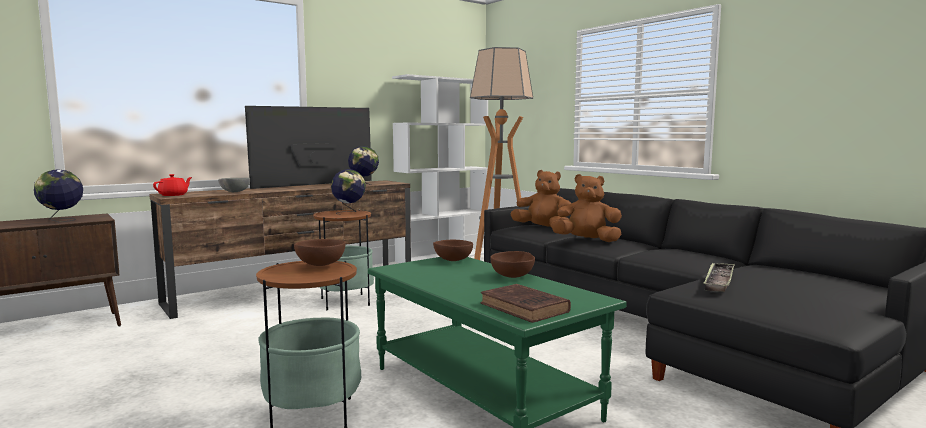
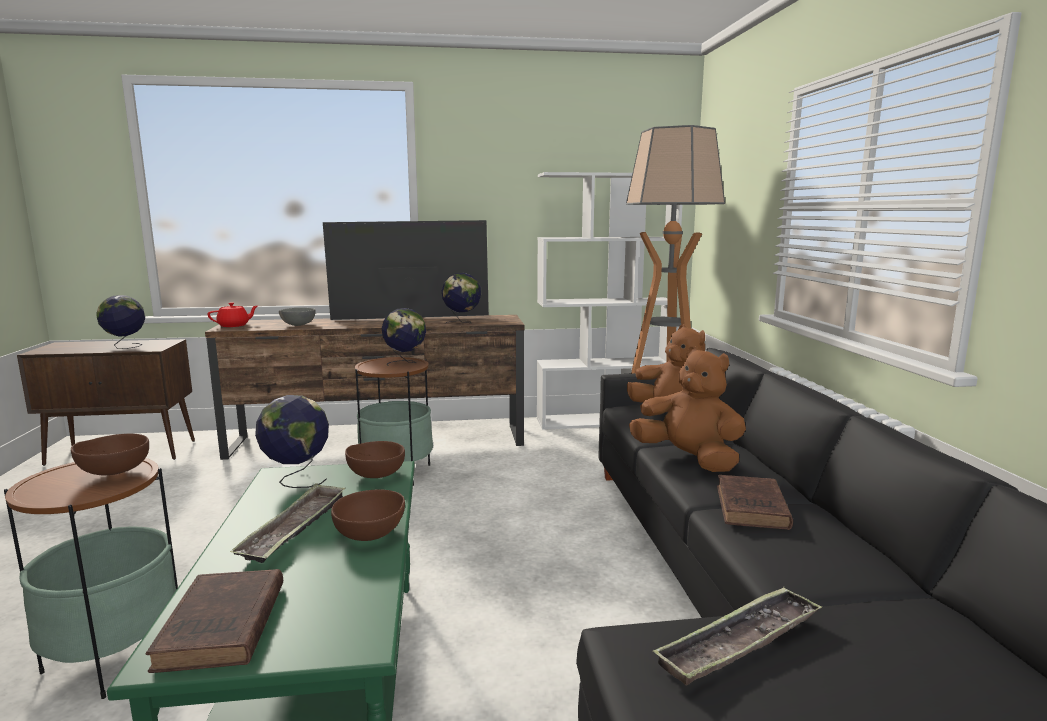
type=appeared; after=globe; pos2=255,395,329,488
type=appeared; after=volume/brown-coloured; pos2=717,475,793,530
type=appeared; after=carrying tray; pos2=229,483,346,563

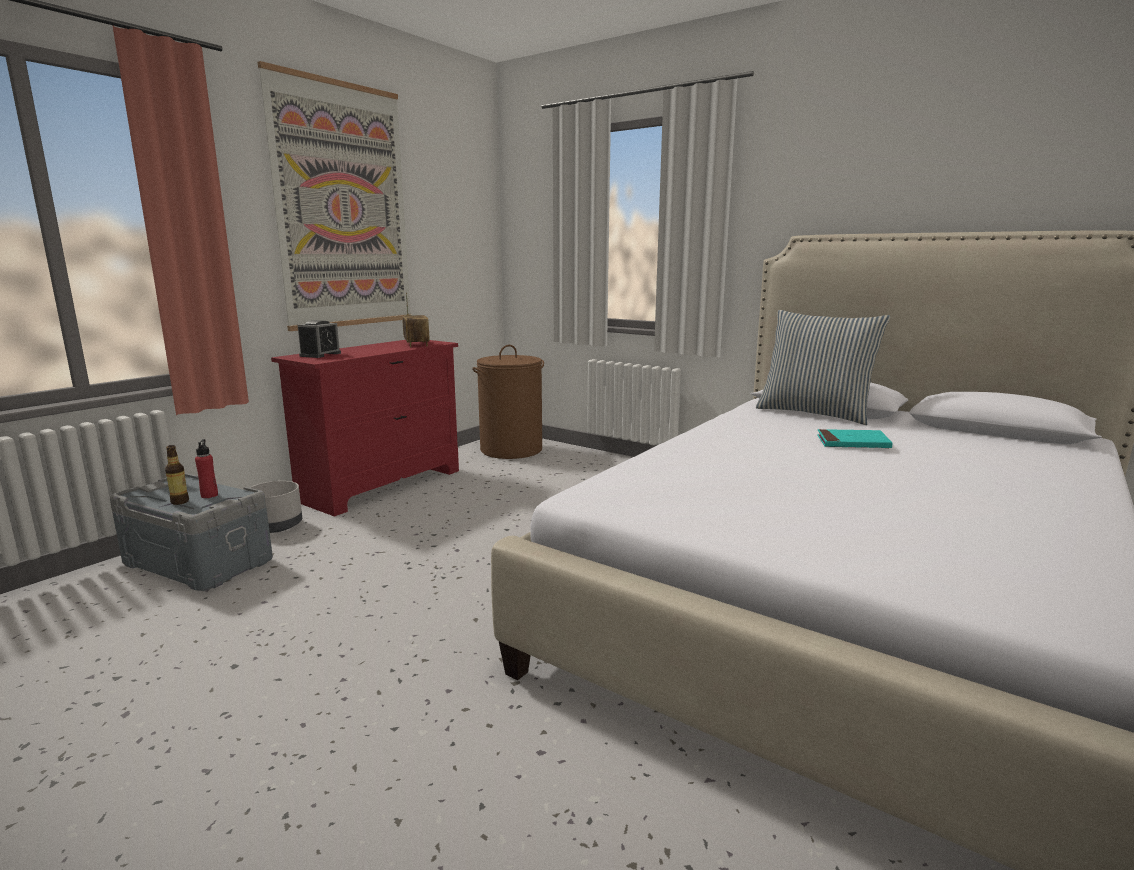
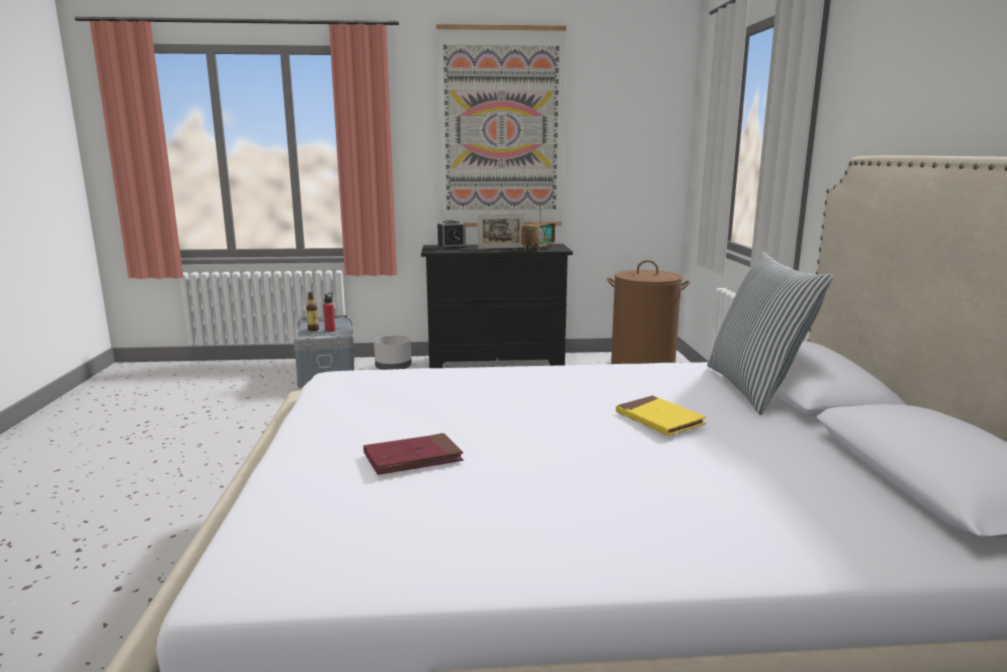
type=colour; before=chest of drawers/red-coloured; after=chest of drawers/blackish; pos1=271,340,459,517; pos2=421,244,573,368
type=colour; before=volume/turquoise-coloured; after=volume/yellowish; pos1=817,429,893,448; pos2=616,395,706,436
type=appeared; after=standing frame; pos2=477,213,524,249
type=appeared; after=volume/red-coloured; pos2=364,433,463,475

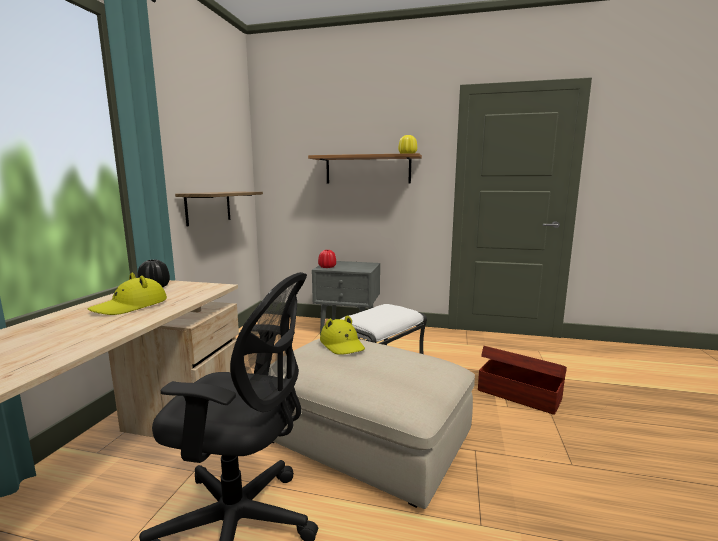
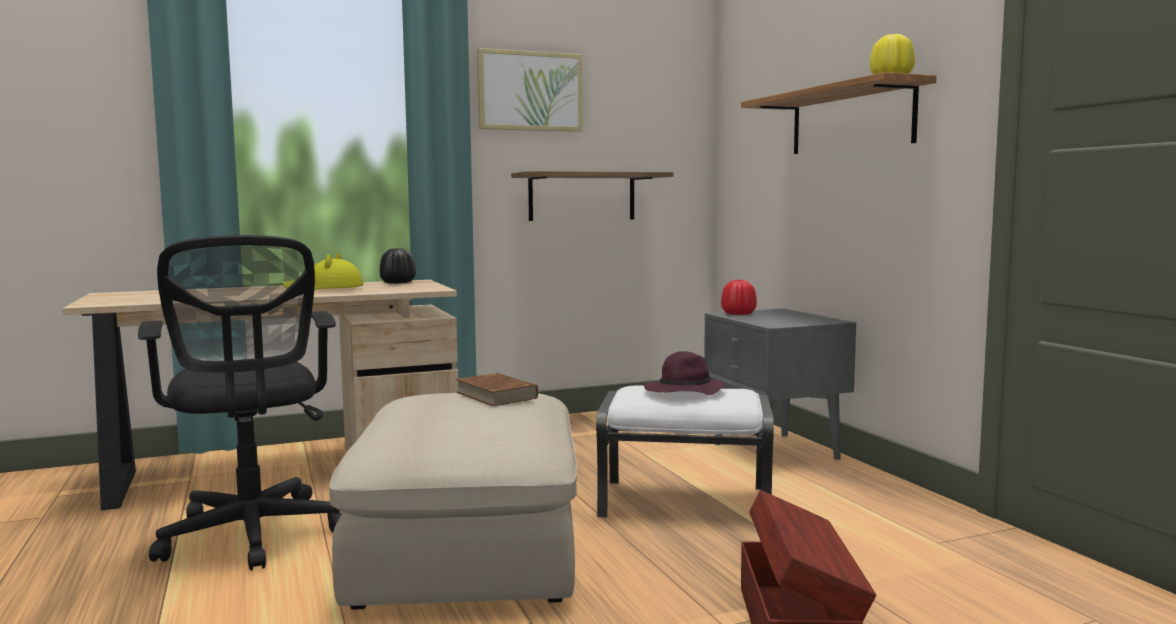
type=exchanged; before=clothing hat/yellowish; after=volume/brown-coloured; pos1=320,315,365,355; pos2=456,373,538,406
type=appeared; after=wall picture; pos2=477,48,582,132
type=appeared; after=clothing hat/purplish; pos2=644,351,726,395

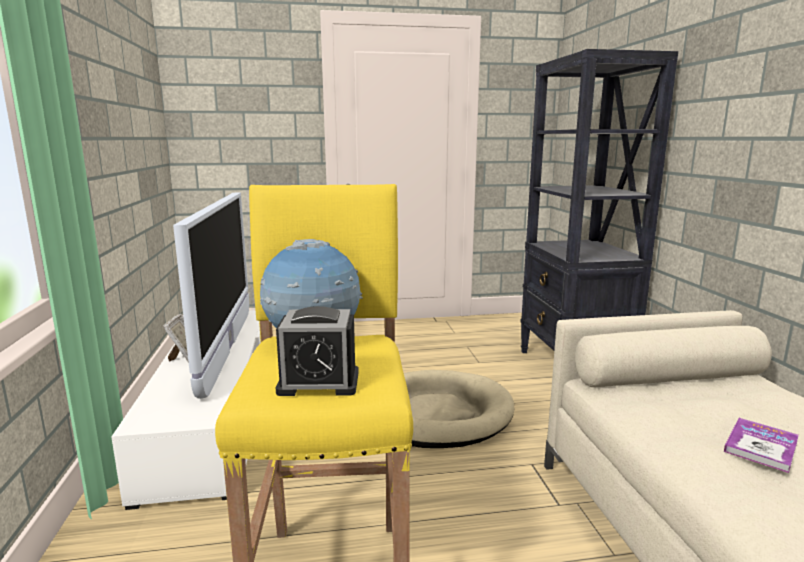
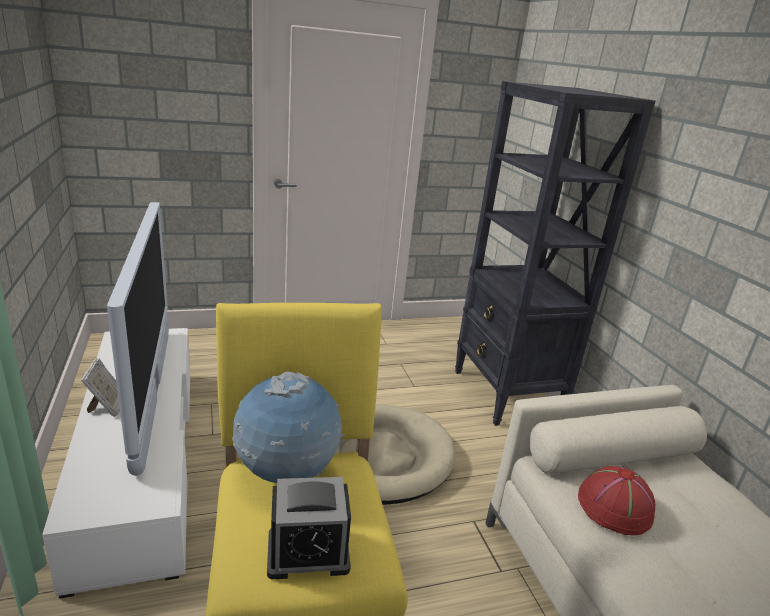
type=missing; before=volume; pos1=724,418,799,473
type=appeared; after=clothing hat/red-coloured; pos2=578,466,655,536

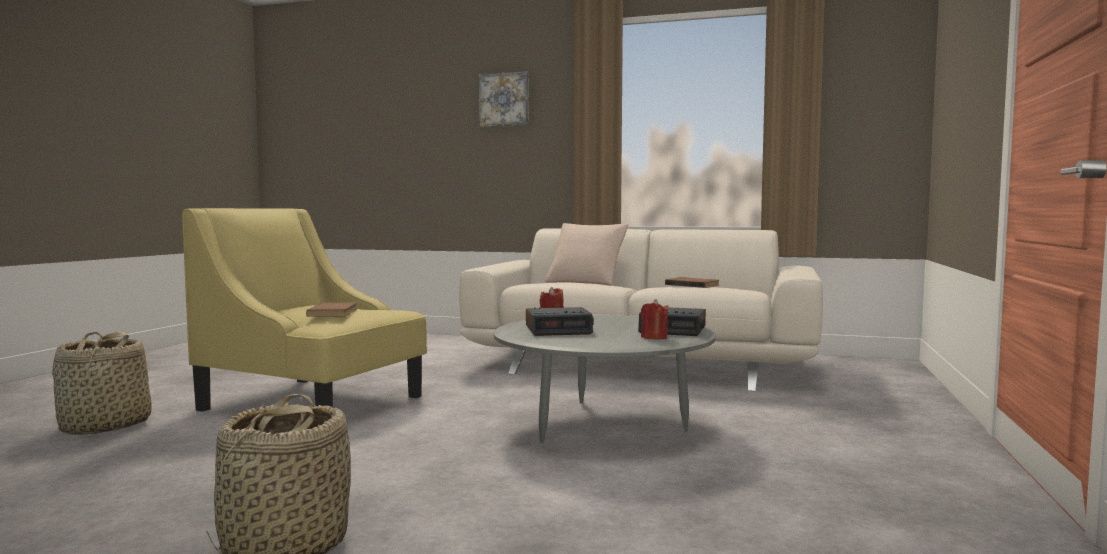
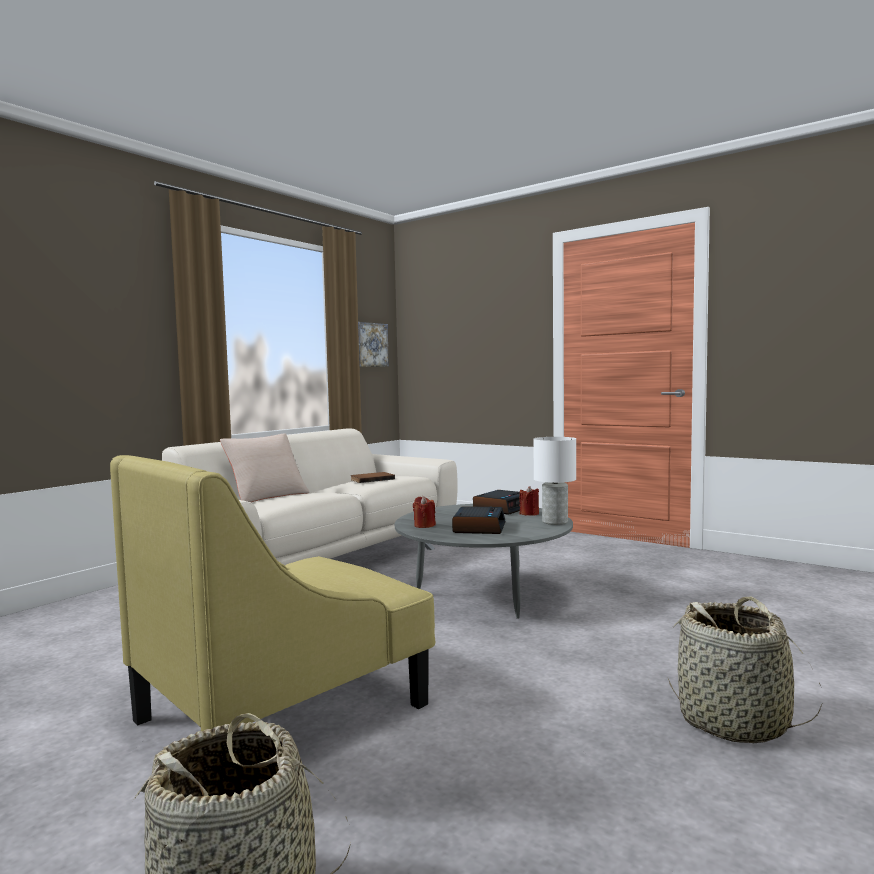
type=relocated; before=wall picture; pos1=479,71,529,127; pos2=358,322,389,367
type=missing; before=volume/brown-coloured; pos1=306,302,357,317
type=appeared; after=table lamp/whitish; pos2=533,437,576,525

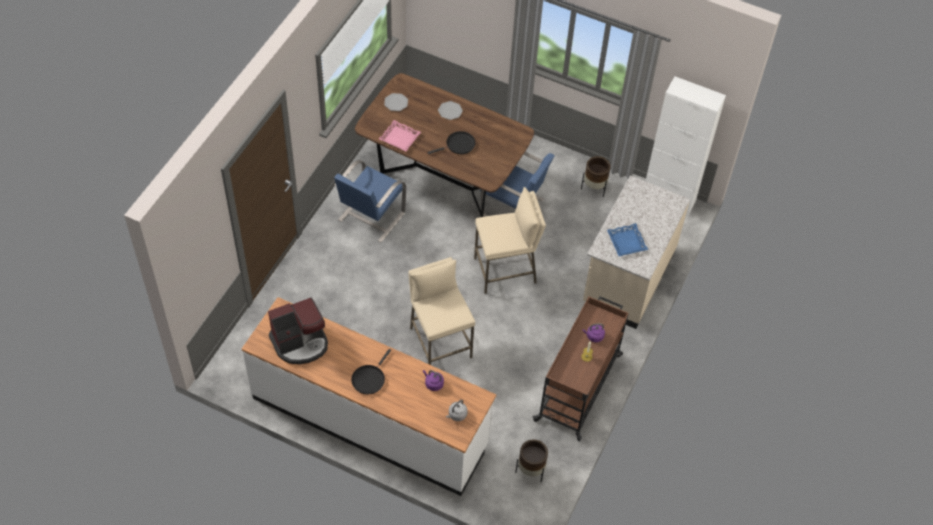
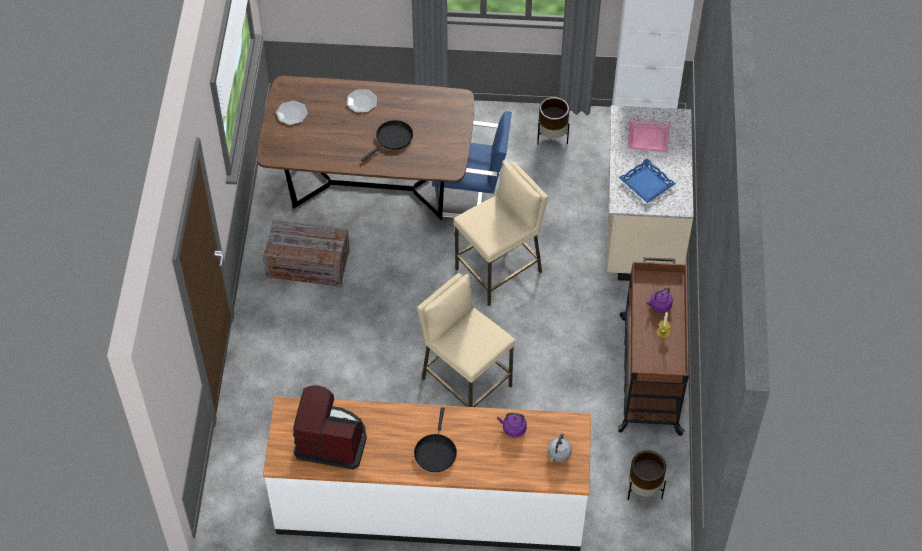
type=relocated; before=carrying tray/pinkish; pos1=379,120,421,151; pos2=627,119,670,152
type=exchanged; before=plain chair/blue; after=shipping crate; pos1=334,160,406,242; pos2=263,220,350,288
type=spun; before=coffee maker; pos1=268,297,328,364; pos2=293,385,367,469; turn=-120

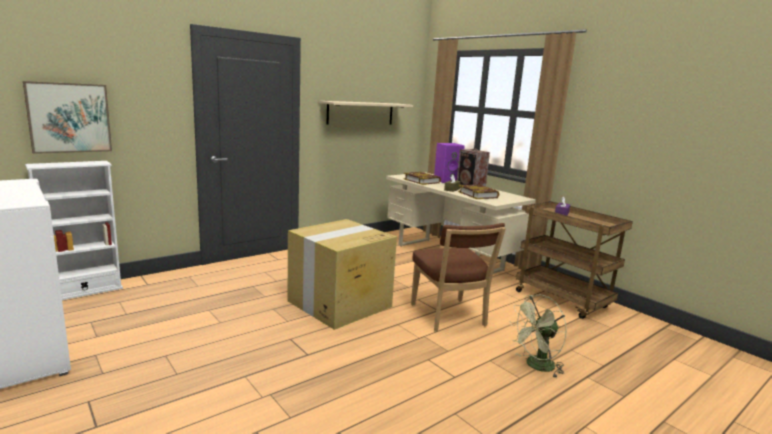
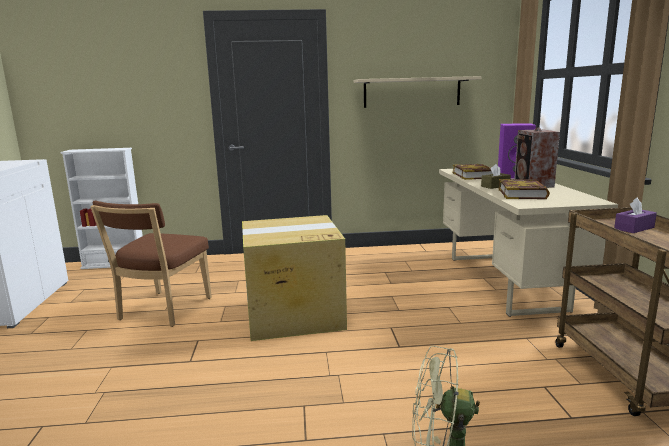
type=missing; before=wall picture; pos1=23,81,112,154
type=relocated; before=plain chair/brown-coloured; pos1=411,223,506,332; pos2=90,201,212,327

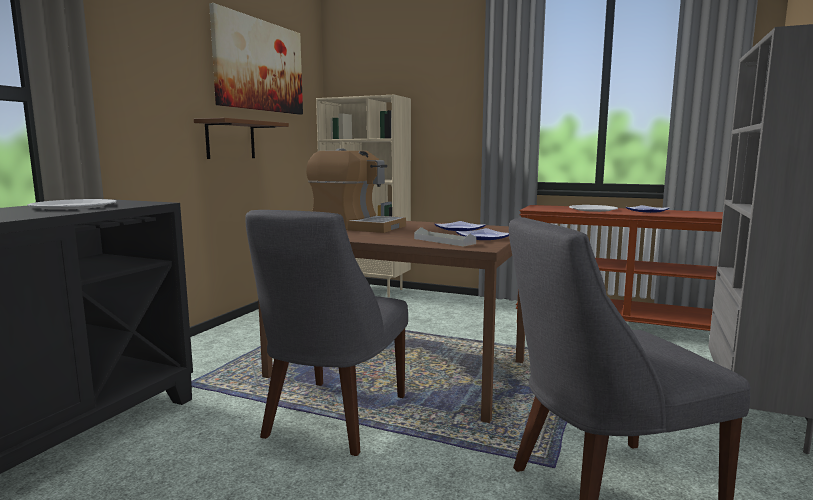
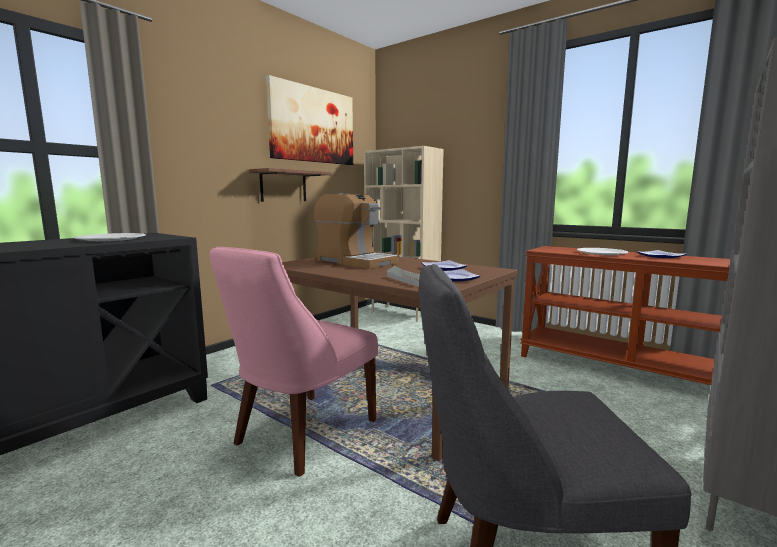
type=colour; before=plain chair/gray; after=plain chair/pinkish; pos1=245,210,408,456; pos2=210,247,378,477

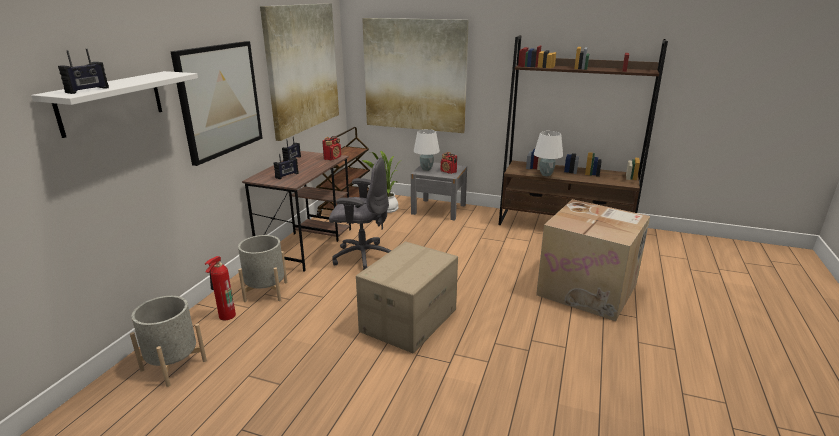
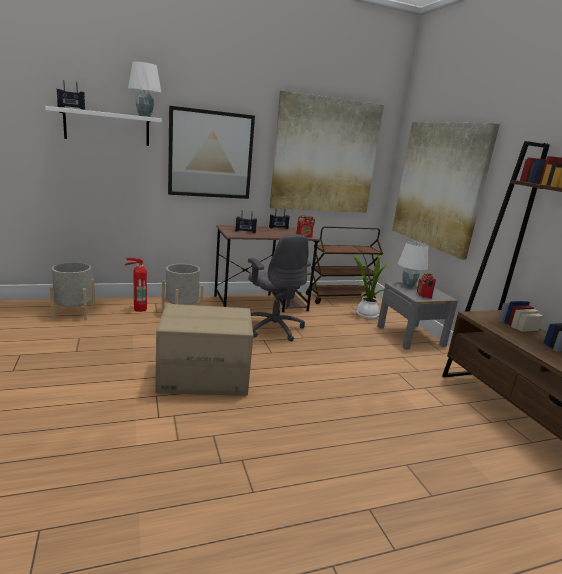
type=relocated; before=table lamp/whitish; pos1=534,131,563,176; pos2=128,62,162,117
type=missing; before=carton; pos1=536,199,650,321

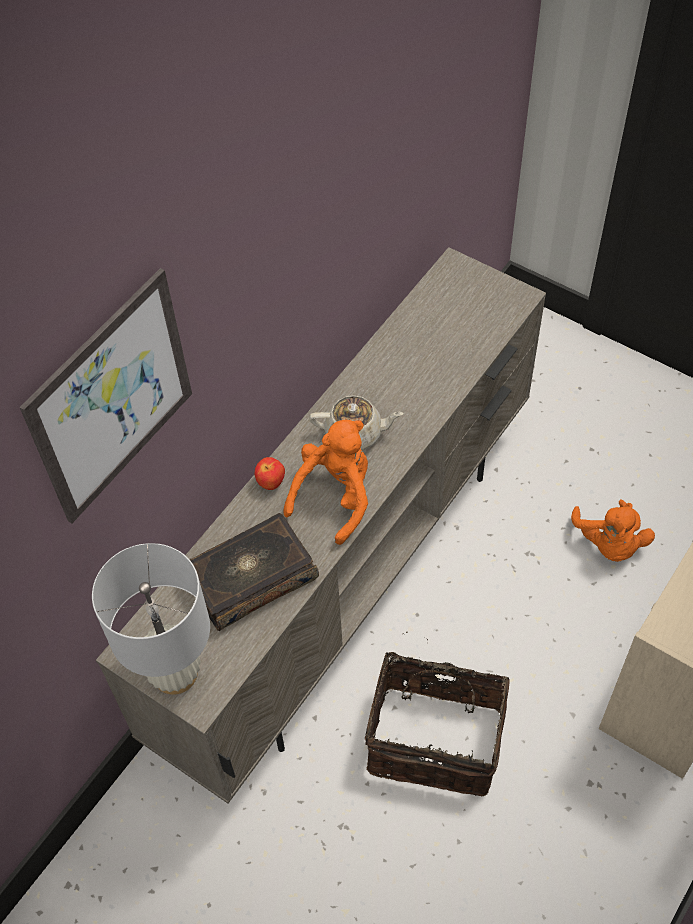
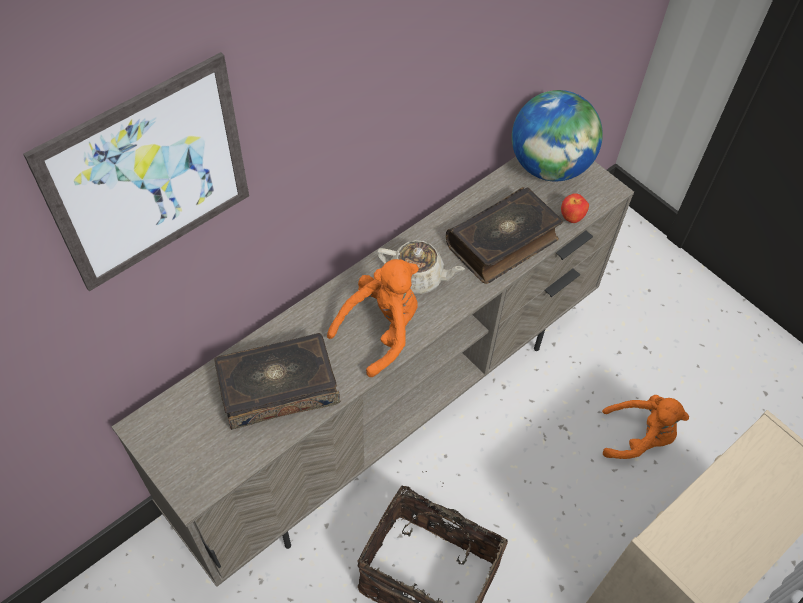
type=relocated; before=apple; pos1=255,457,285,490; pos2=561,193,589,223
type=spun; before=soft toy/orange-coloured; pos1=571,499,655,562; pos2=602,395,689,459; turn=-90
type=missing; before=table lamp/whitish; pos1=92,543,210,695
type=appeared; after=globe; pos2=512,90,603,181
type=appeared; after=volume; pos2=446,187,563,284

